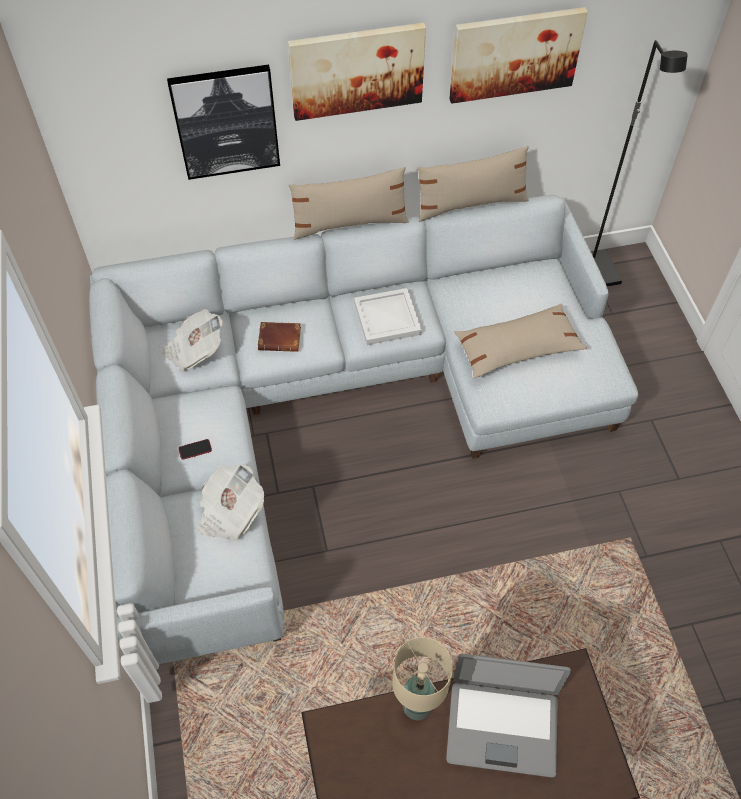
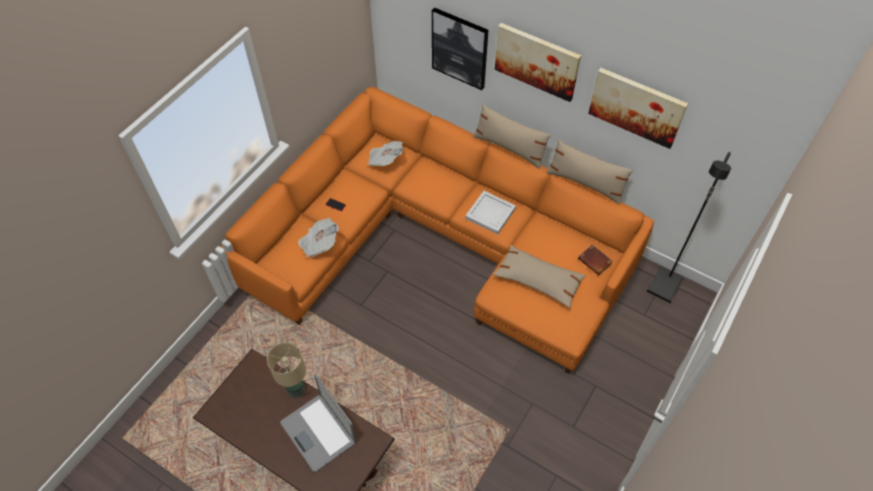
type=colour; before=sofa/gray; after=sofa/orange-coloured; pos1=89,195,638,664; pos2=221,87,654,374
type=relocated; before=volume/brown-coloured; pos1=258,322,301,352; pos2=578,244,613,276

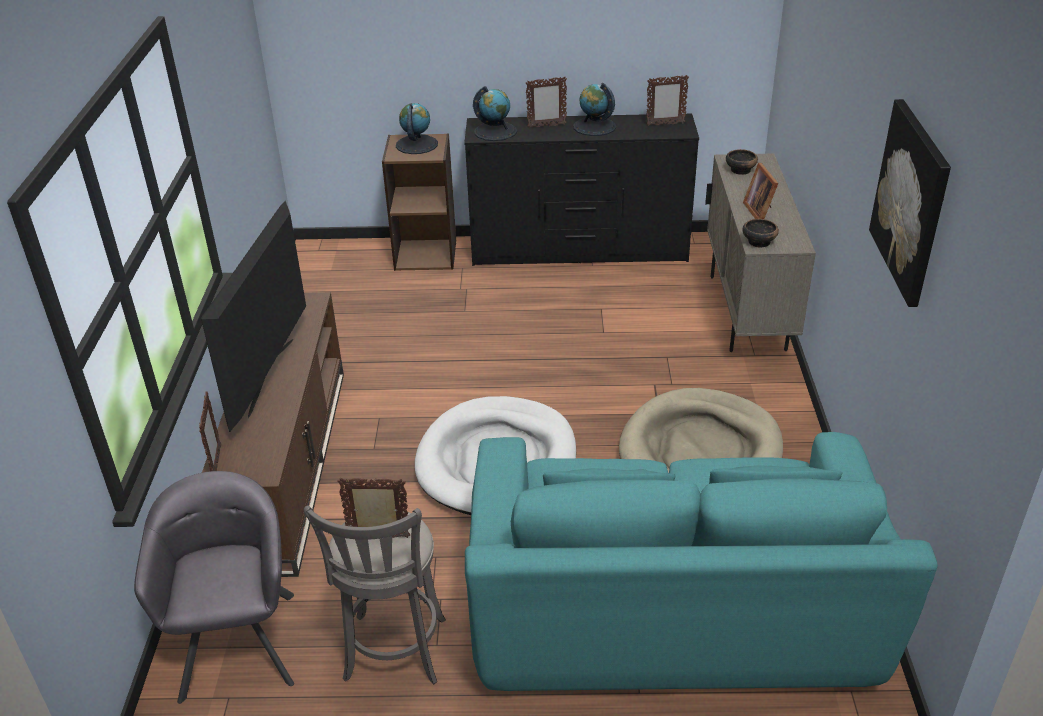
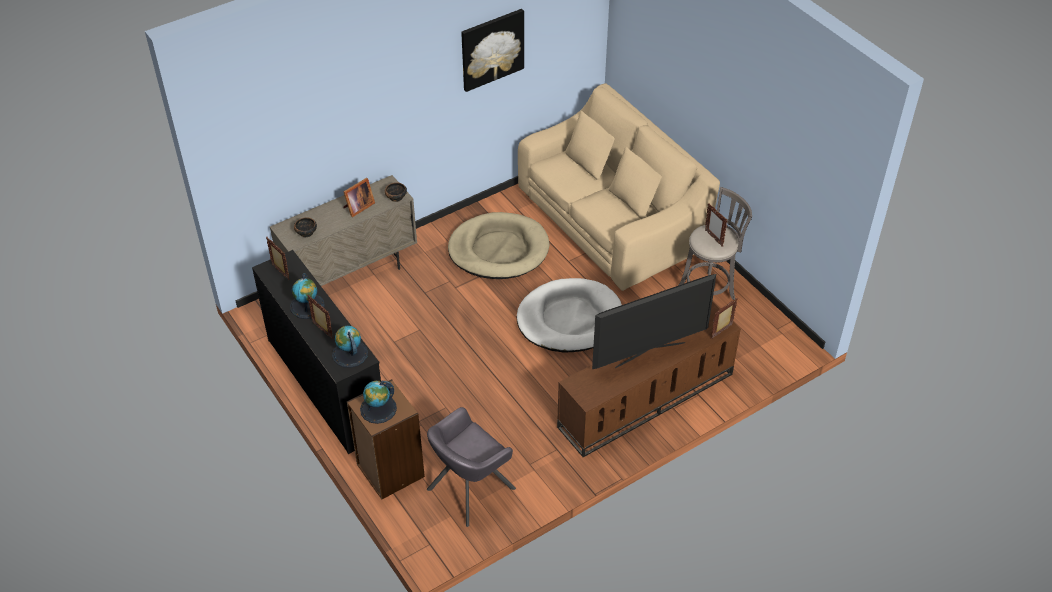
type=colour; before=sofa/turquoise-coloured; after=sofa/beige; pos1=465,432,938,691; pos2=518,83,720,291
type=relocated; before=lounge chair/gray; pos1=134,471,294,704; pos2=427,407,516,527

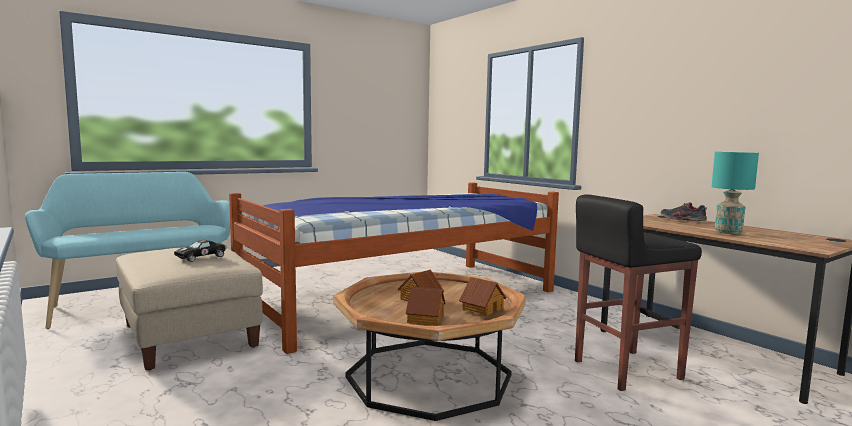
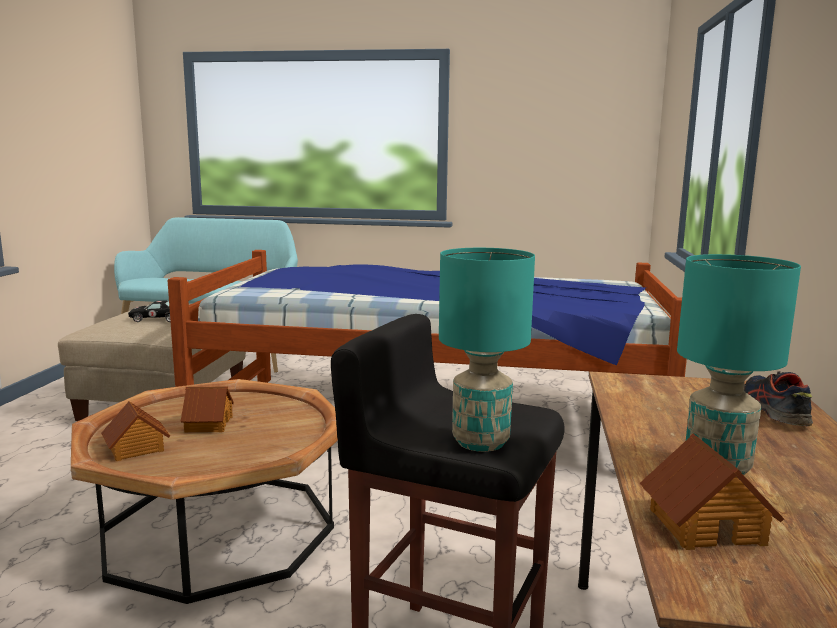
type=relocated; before=miniature house; pos1=459,277,506,316; pos2=640,434,784,550
type=appeared; after=table lamp/turquoise-coloured; pos2=439,248,535,452

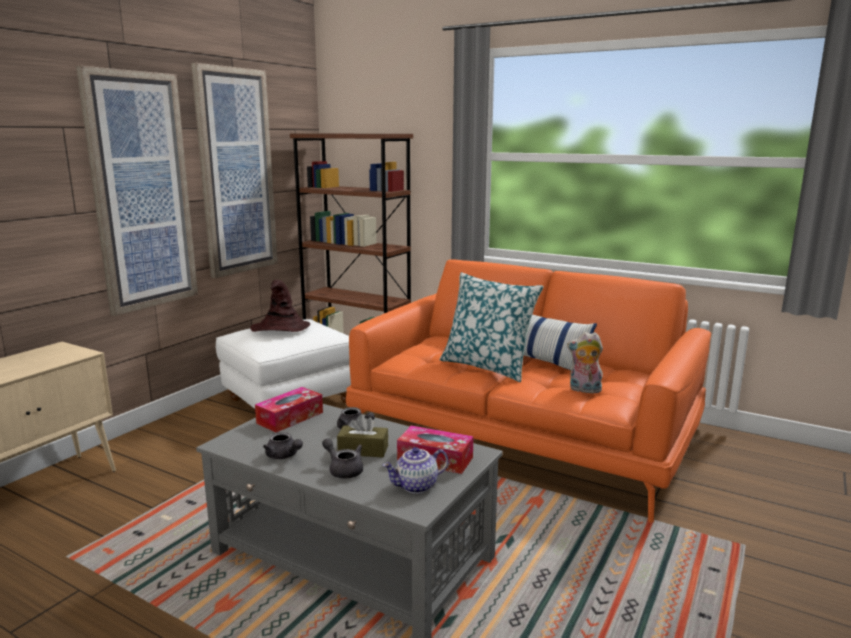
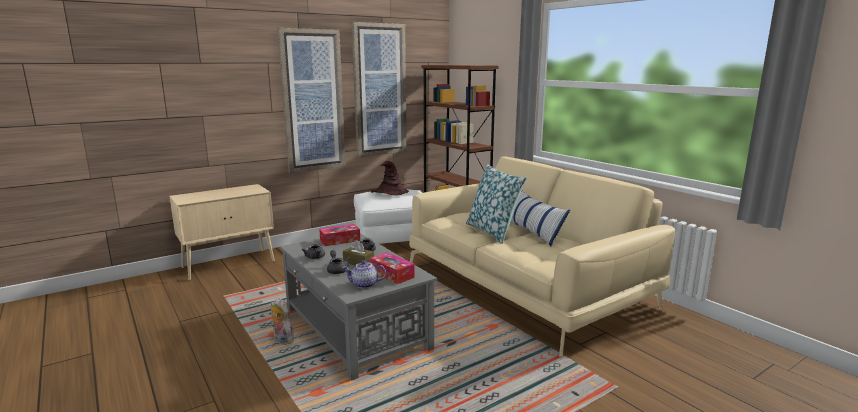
type=colour; before=sofa/orange-coloured; after=sofa/beige; pos1=346,259,711,523; pos2=409,156,676,357
type=relocated; before=soft toy; pos1=567,332,603,395; pos2=271,298,294,345

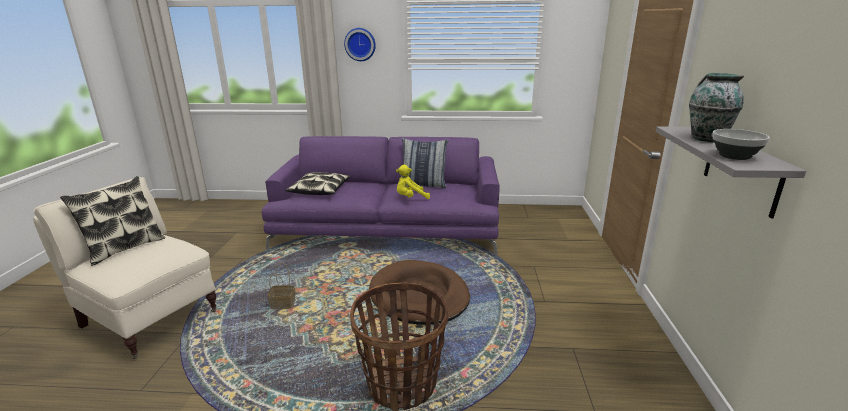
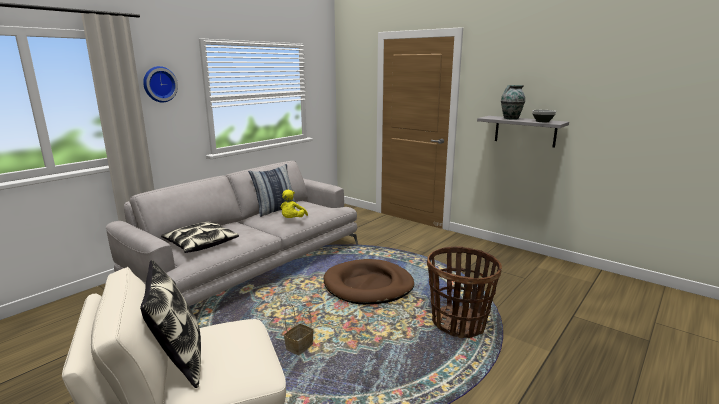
type=colour; before=sofa/purplish; after=sofa/gray; pos1=262,136,500,256; pos2=106,161,358,306

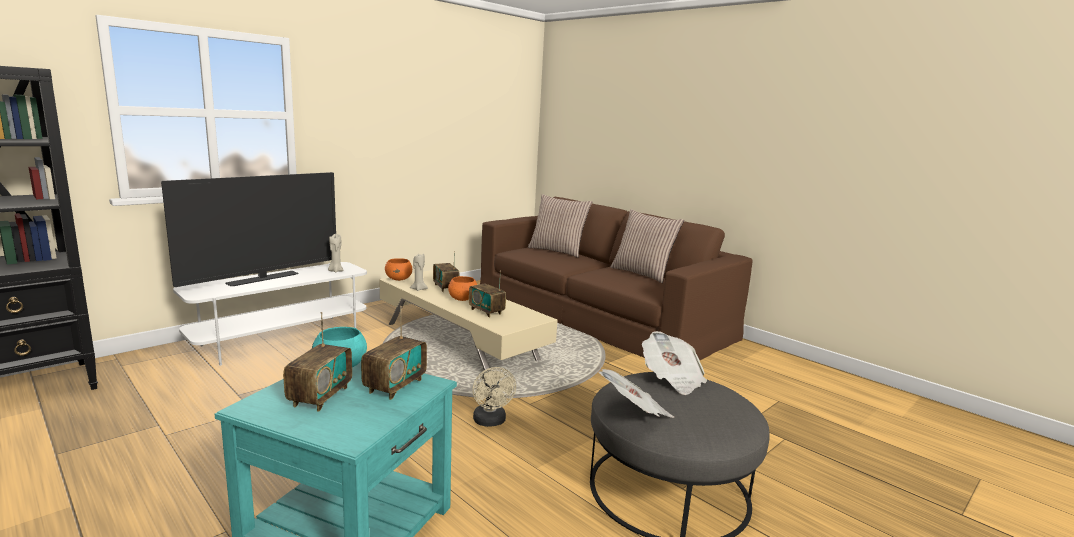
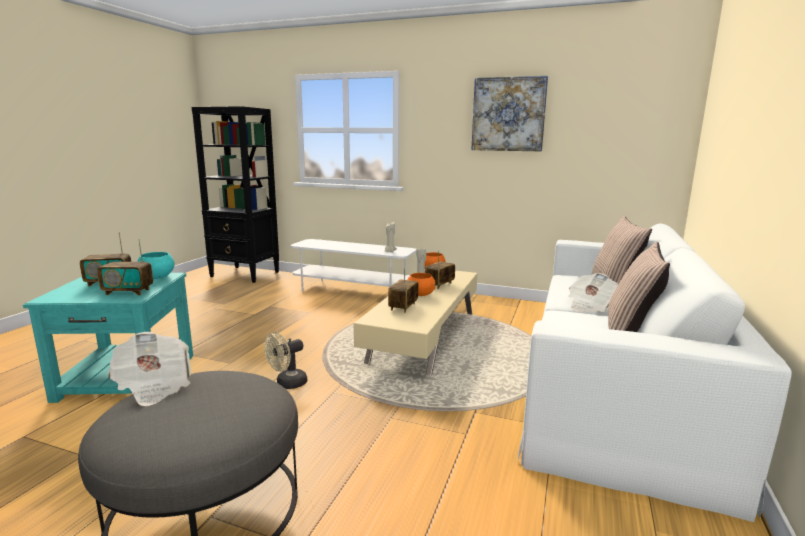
type=missing; before=TV set; pos1=161,172,336,287
type=colour; before=sofa/brown-coloured; after=sofa/whitish; pos1=480,197,753,360; pos2=517,223,792,522
type=relocated; before=daily paper; pos1=642,331,707,395; pos2=568,273,618,312
type=appeared; after=wall picture; pos2=471,76,548,151

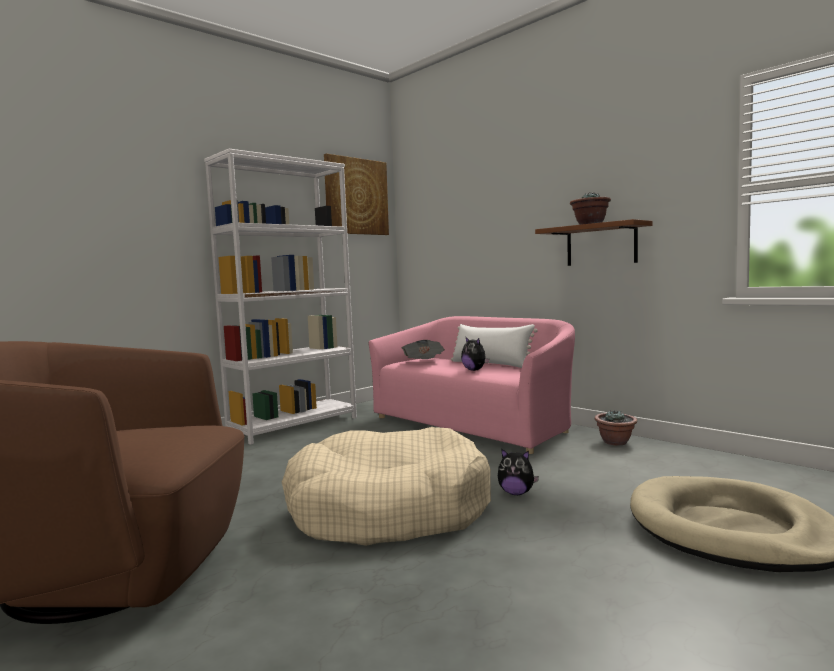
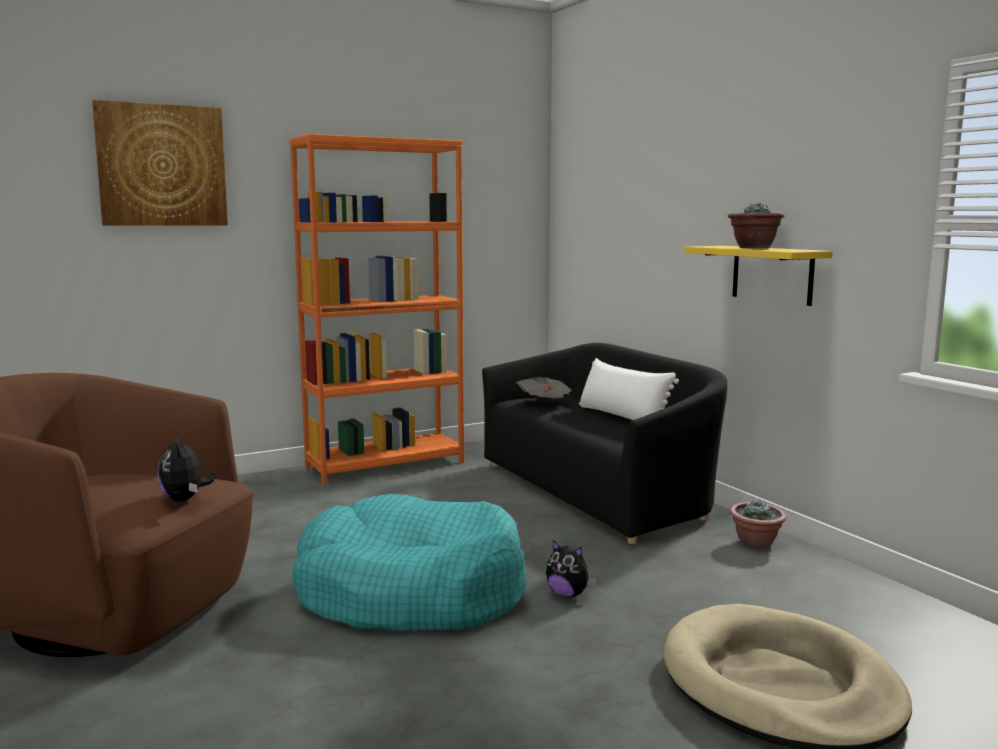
type=colour; before=bookcase/whitish; after=bookcase/orange-coloured; pos1=204,149,357,445; pos2=289,134,464,485
type=relocated; before=wall picture; pos1=324,153,389,235; pos2=92,100,228,225
type=colour; before=wall shelf/brown-coloured; after=wall shelf/yellowish; pos1=535,219,653,266; pos2=684,246,832,306
type=colour; before=sofa/pinkish; after=sofa/blackish; pos1=369,316,575,454; pos2=482,343,728,544
type=relocated; before=soft toy; pos1=461,336,490,371; pos2=157,434,216,502
type=colour; before=dog bed/beige; after=dog bed/turquoise-coloured; pos1=282,427,491,546; pos2=292,494,526,631

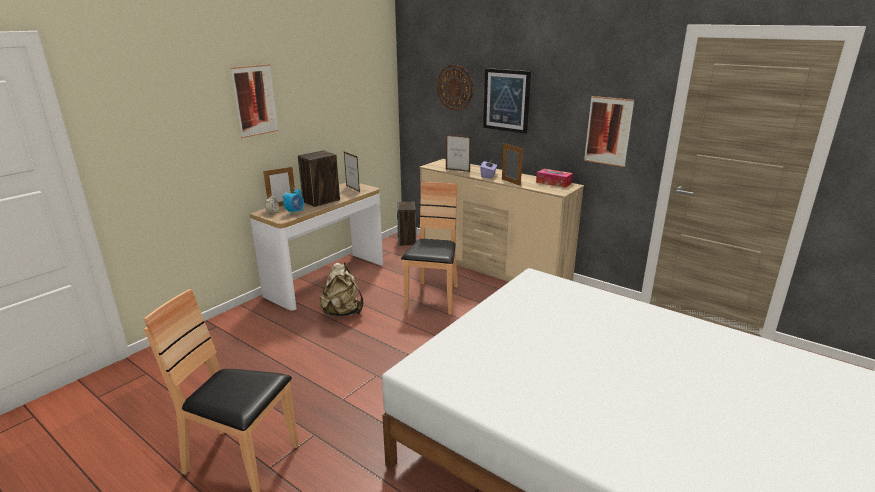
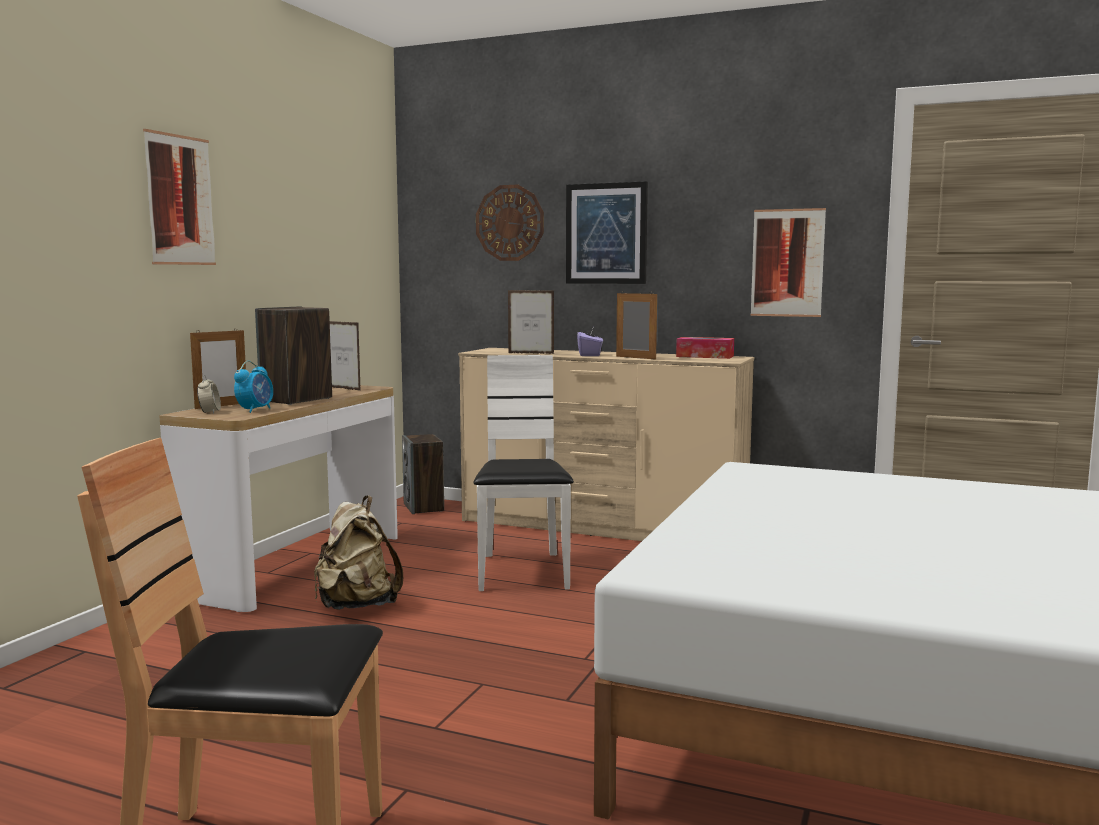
type=colour; before=plain chair/brown-coloured; after=plain chair/whitish; pos1=401,182,458,315; pos2=474,355,574,591

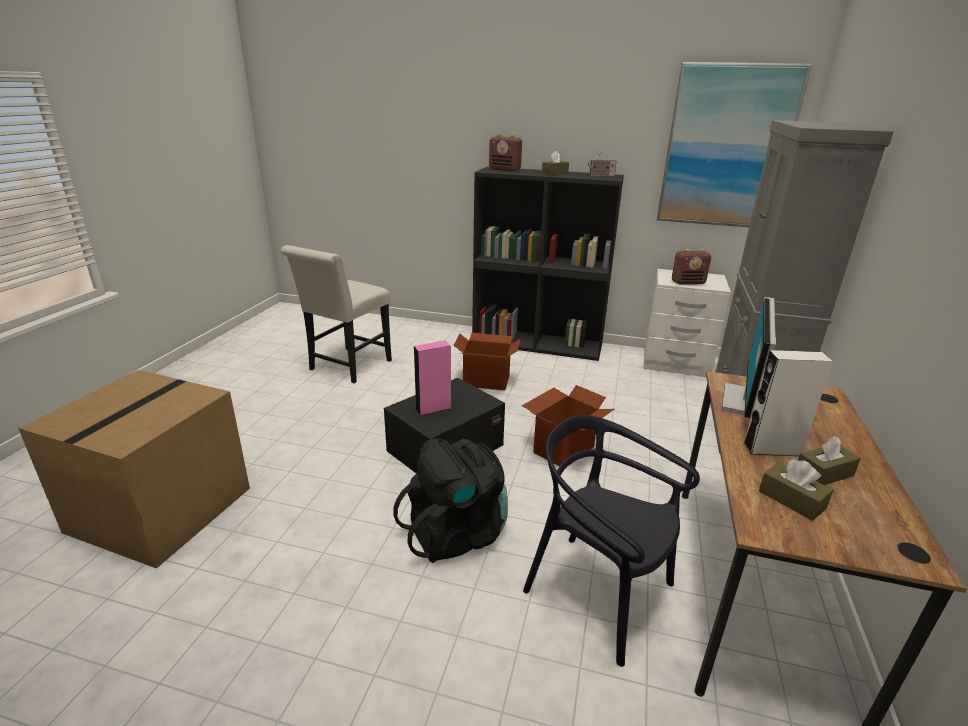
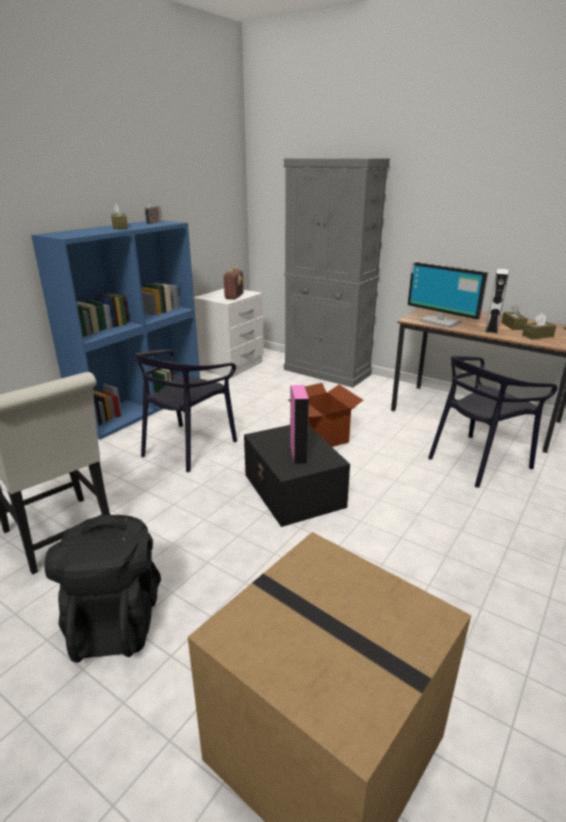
type=missing; before=wall picture; pos1=657,62,812,227
type=missing; before=radio; pos1=489,134,522,171
type=colour; before=bookcase/blackish; after=bookcase/blue; pos1=472,167,624,361; pos2=31,221,200,440
type=exchanged; before=carton; after=plain chair/blackish; pos1=453,333,521,391; pos2=135,349,237,472
type=relocated; before=backpack/blackish; pos1=393,438,508,563; pos2=45,515,161,663

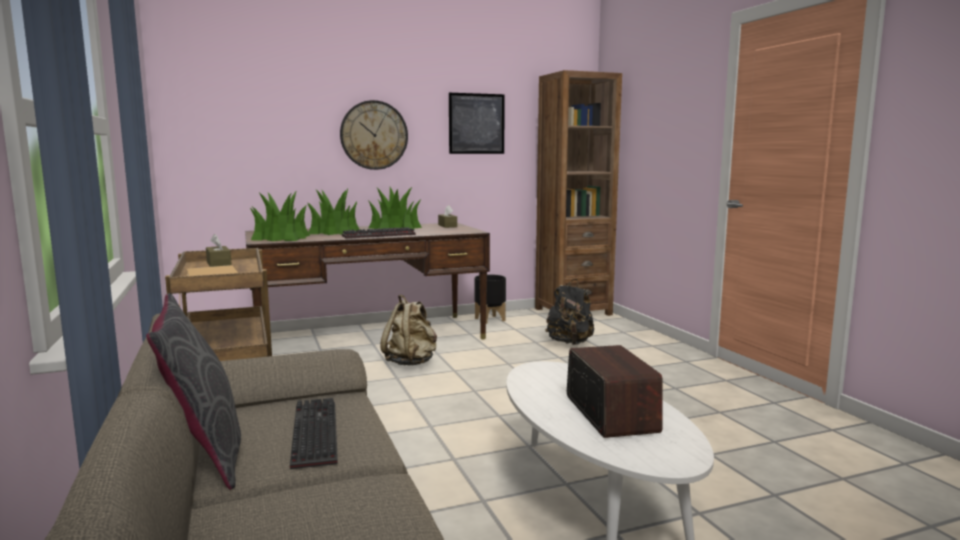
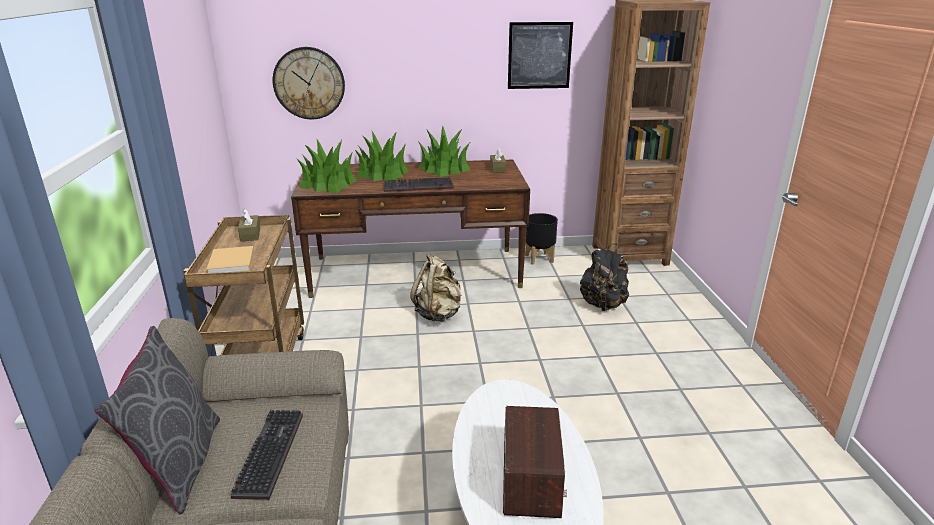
type=relocated; before=wall clock; pos1=340,100,408,170; pos2=273,47,345,120

